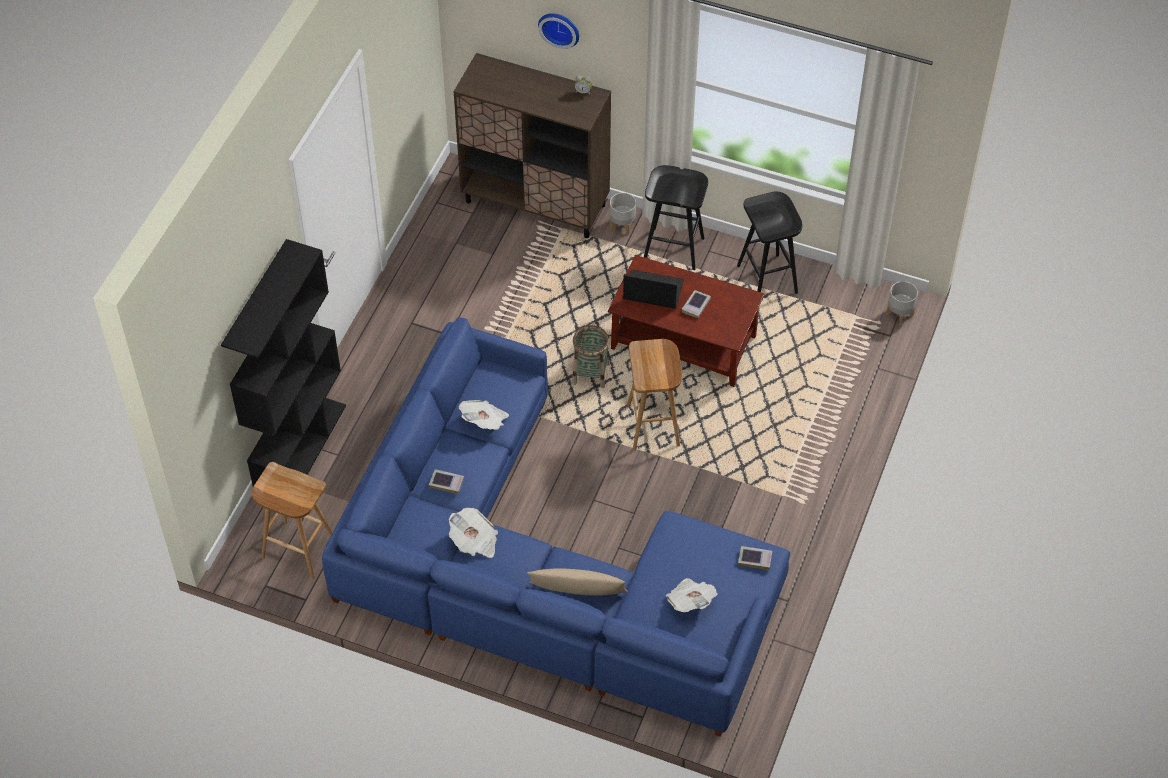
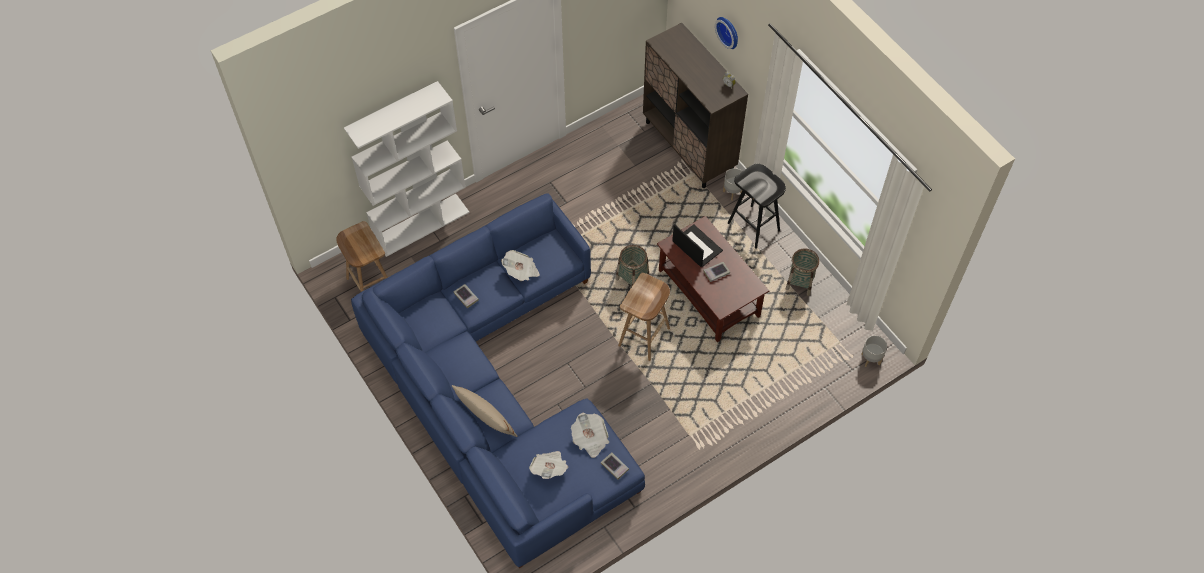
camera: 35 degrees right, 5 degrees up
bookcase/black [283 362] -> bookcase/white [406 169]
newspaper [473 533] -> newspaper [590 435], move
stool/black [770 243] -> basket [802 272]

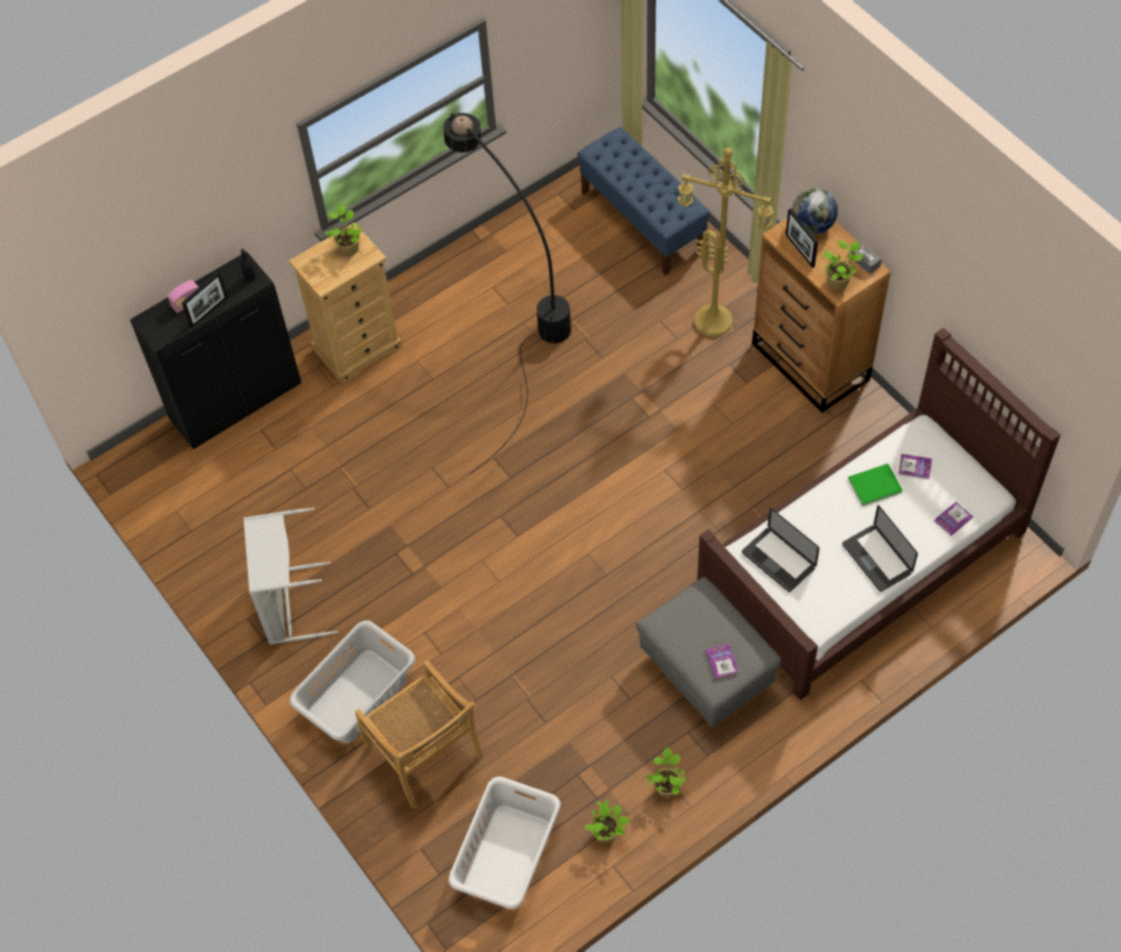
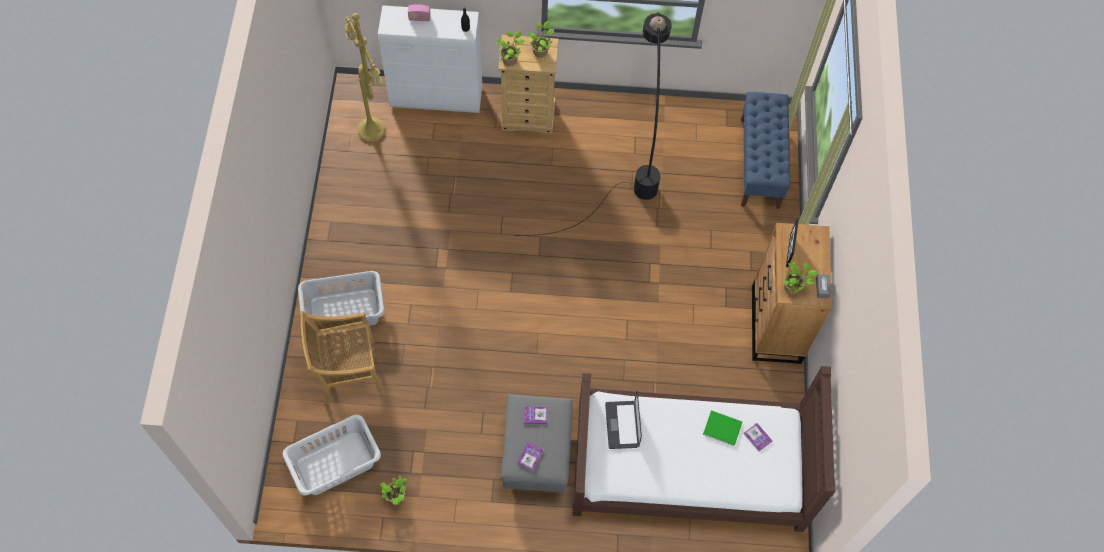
camera: 35 degrees right, 5 degrees up
chair/beige [419 734] -> chair/beige [341 358], 75 degrees clockwise
floor lamp/yellow [726 242] -> floor lamp/yellow [364 77], move
cabinet/black [215 350] -> cabinet/white [430 59]
potted plant [666 772] -> potted plant [510 48], move
book [953 519] -> book [535 415], move
picture frame [205 300] -> none
laundry basket/grey [290 576] -> none
globe [815 211] -> none
laptop [880 548] -> none

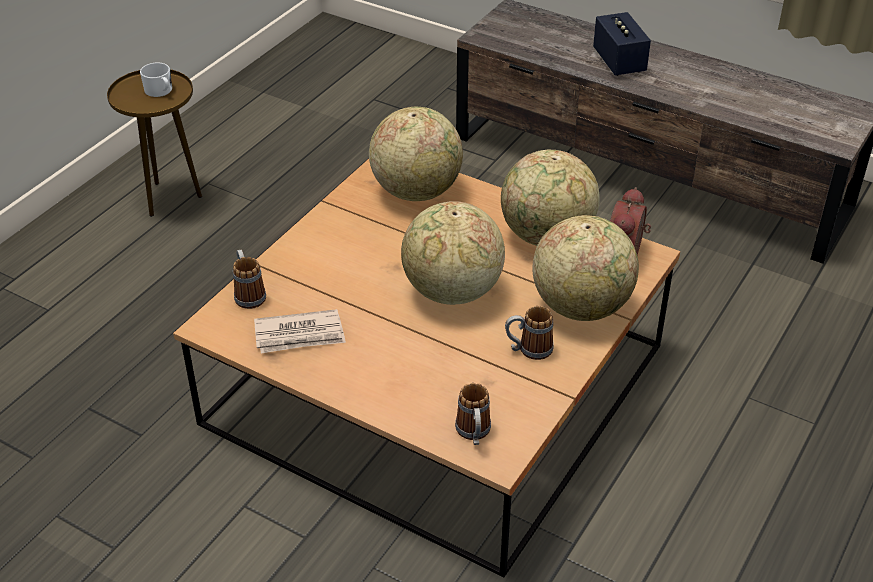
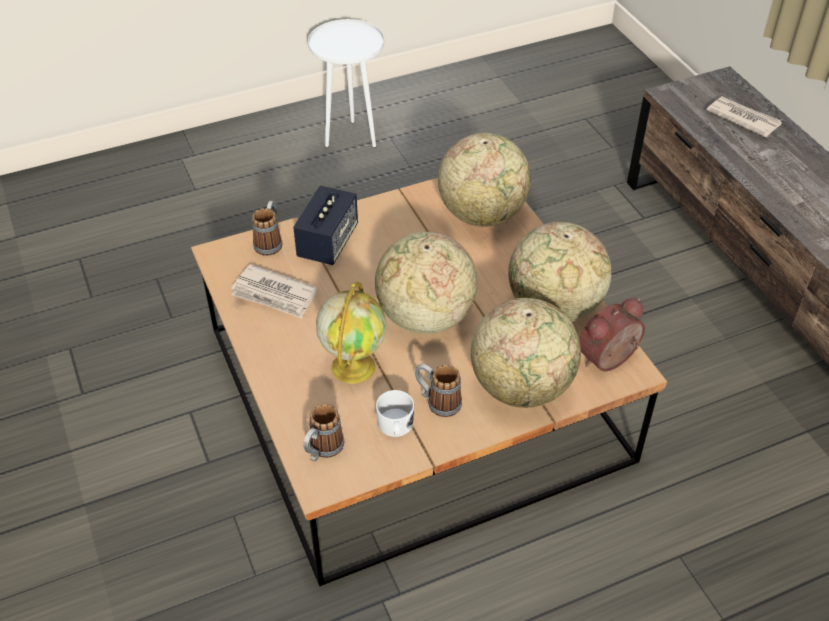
camera: 35 degrees right, 5 degrees up
speaker [622 44] -> speaker [325 225], move
side table/brown [154 143] -> side table/white [346 83]
none -> globe [351 333]
mug/white [156 80] -> mug/white [395 413], move
none -> newspaper [744 116]

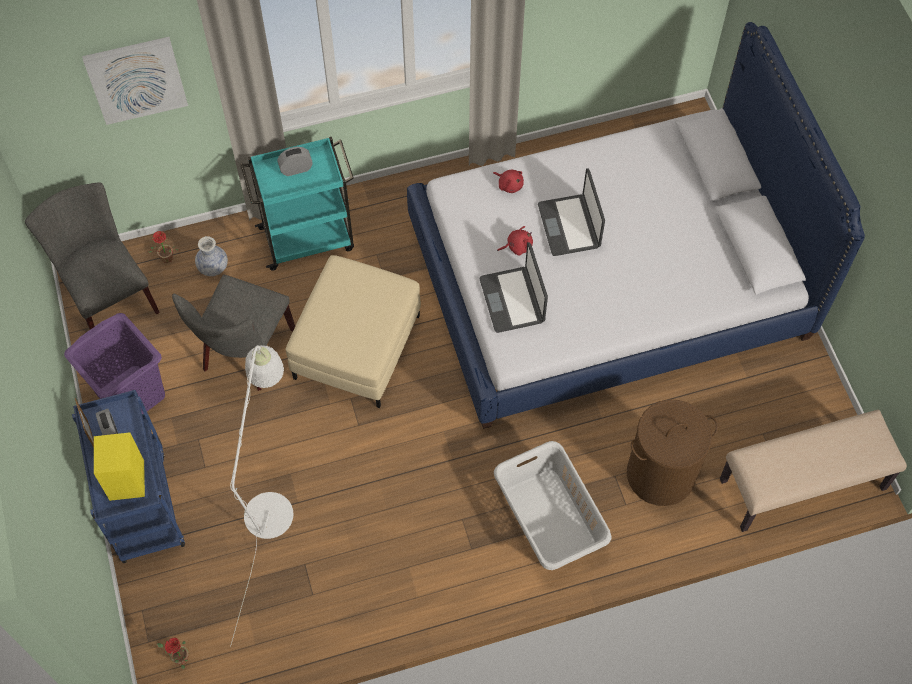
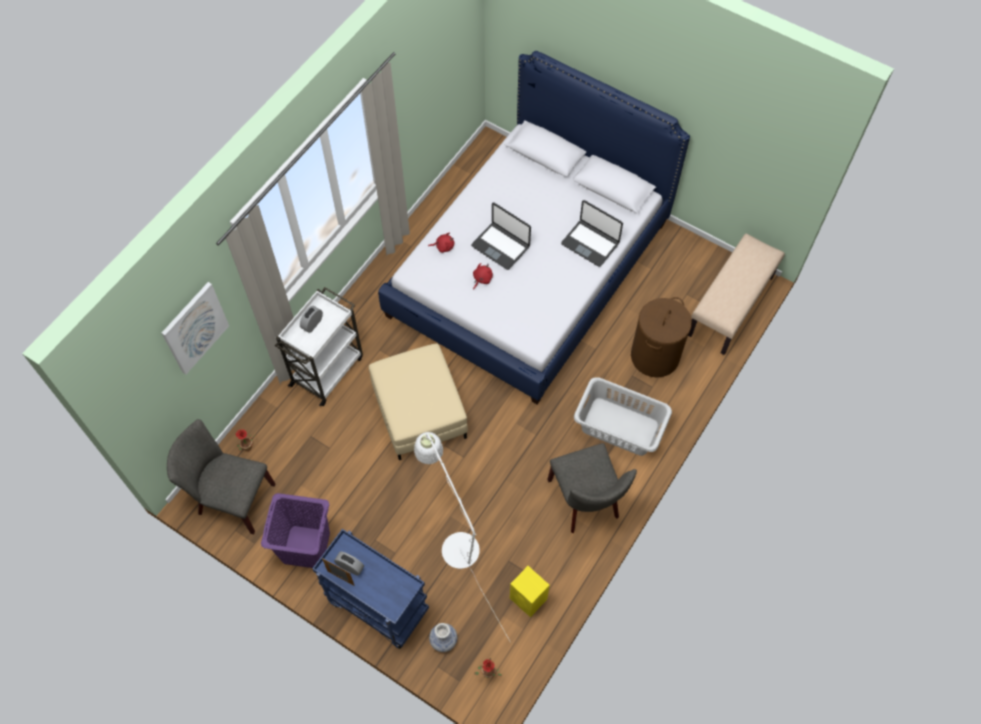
camera: 40 degrees left, 0 degrees up
cart/turquoise [297 204] -> cart/white [319 346]
vase [211 256] -> vase [443 637], move
speaker/yellow [119 466] -> speaker/yellow [530 591], move
chair/grey [233 333] -> chair/grey [592 488], move
laptop [514 287] -> laptop [592 233], move

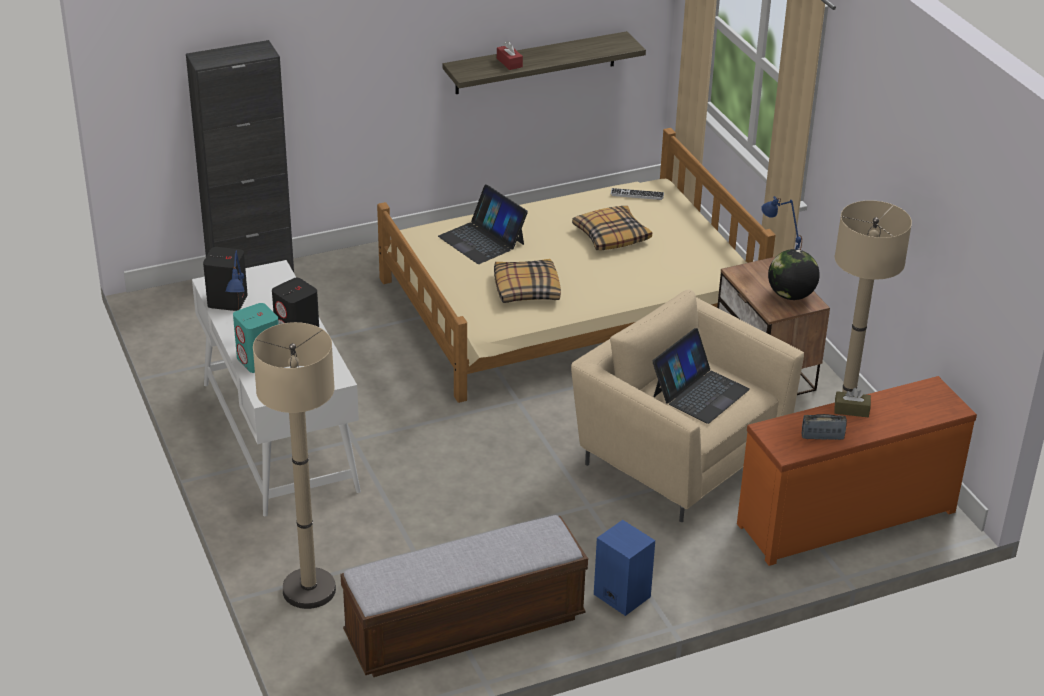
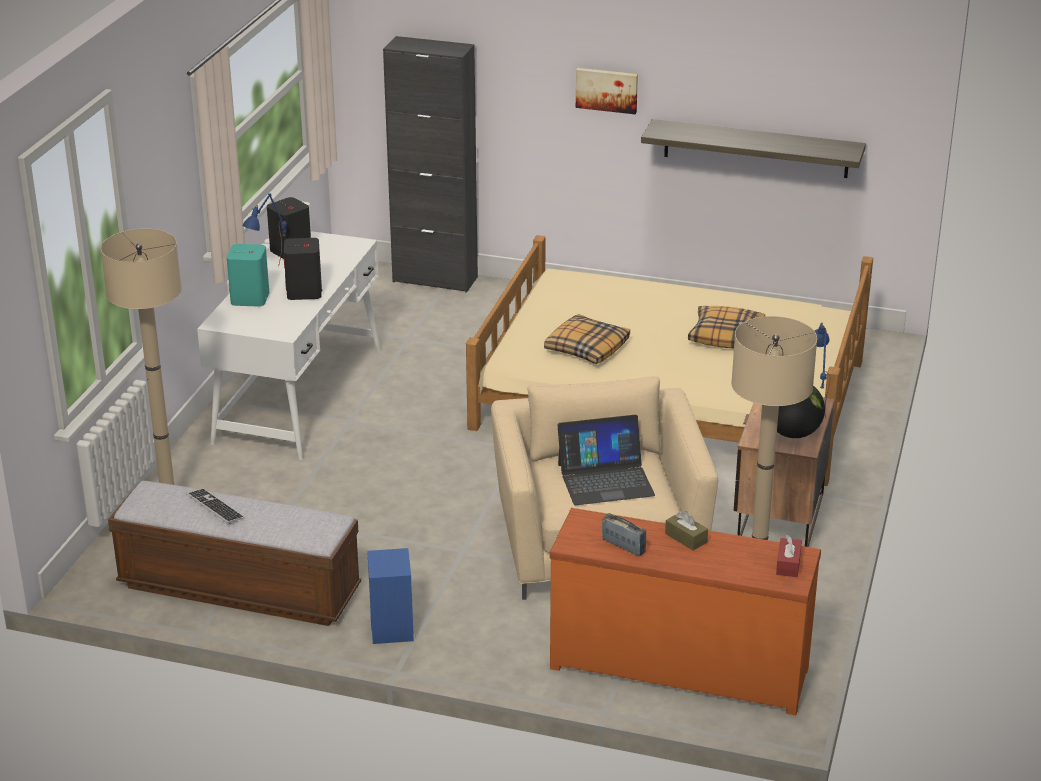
camera: 40 degrees right, 5 degrees down
keyboard [637 194] -> keyboard [215 506], move
none -> picture [607 91]
tissue box/red [510 55] -> tissue box/red [789 556], move
laptop [483 224] -> none

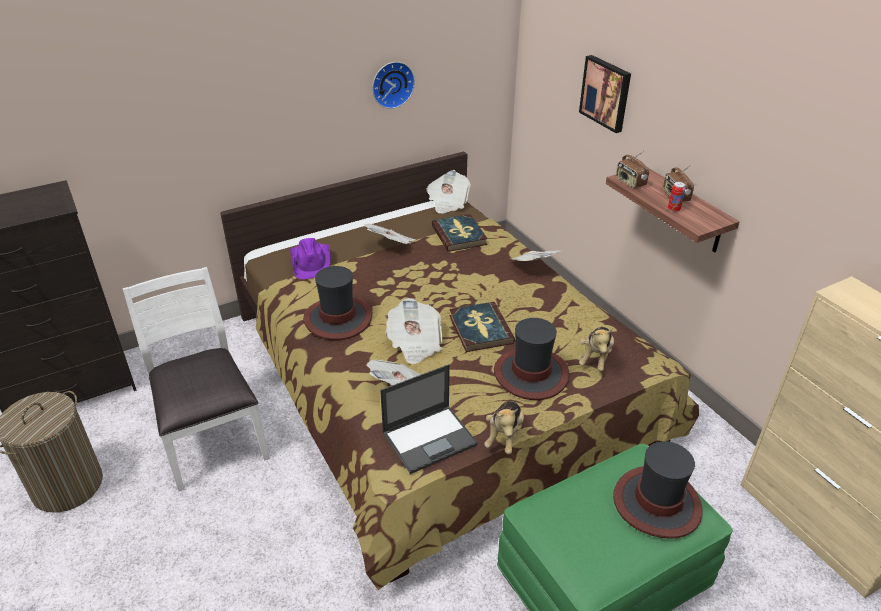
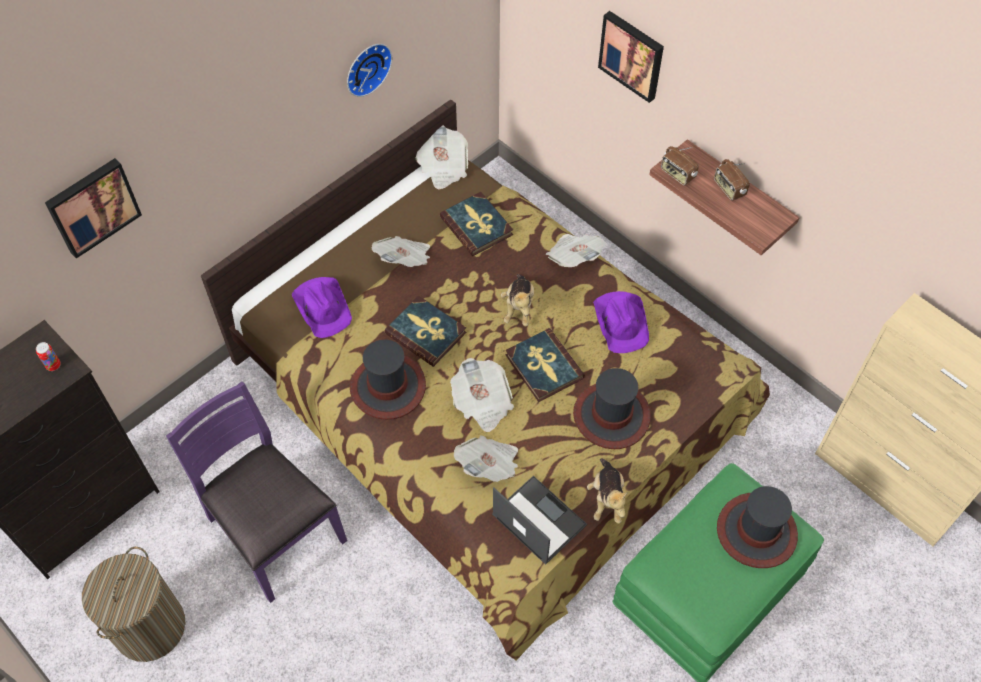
camera: 15 degrees left, 20 degrees up
can [677 197] -> can [48 356], move
none -> picture [93 208]
chair/white [196 379] -> chair/purple [256 492]
none -> book [425 331]
laptop [429 419] -> laptop [539 520], 90 degrees counterclockwise
plush toy [596 349] -> plush toy [517 300], move
none -> hat/purple [621 322]

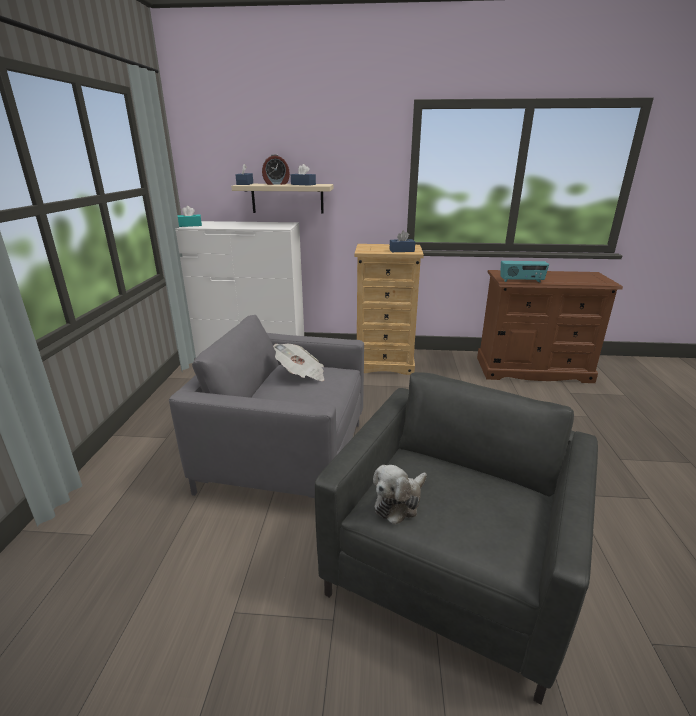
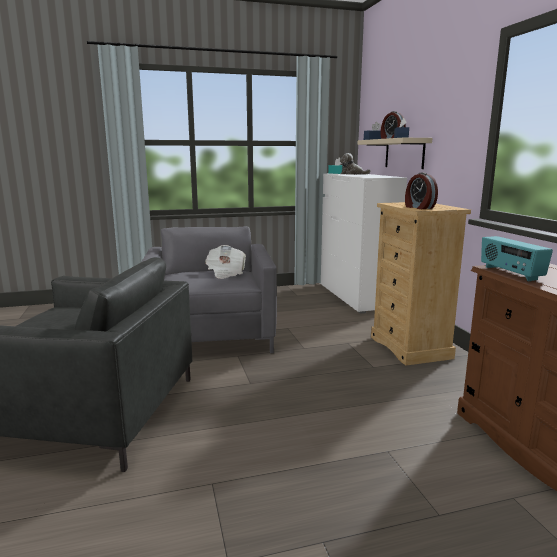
camera: 70 degrees right, 10 degrees down
plush toy [400 495] -> plush toy [355 164], move
tissue box/blue [402 241] -> alarm clock [421 190]

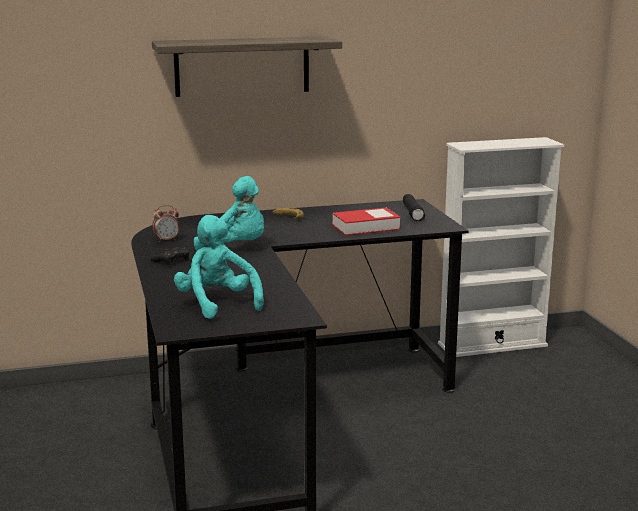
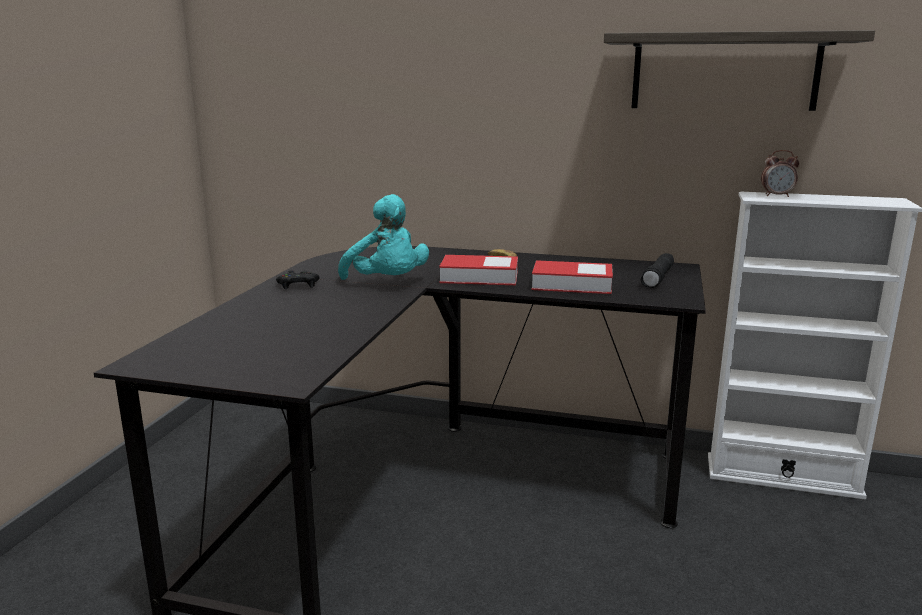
camera: 30 degrees right, 0 degrees up
none -> book [478 270]
shelf [247 66] -> shelf [739 70], move
alarm clock [166 223] -> alarm clock [780 173], move
plush toy/turquoise [219 267] -> none

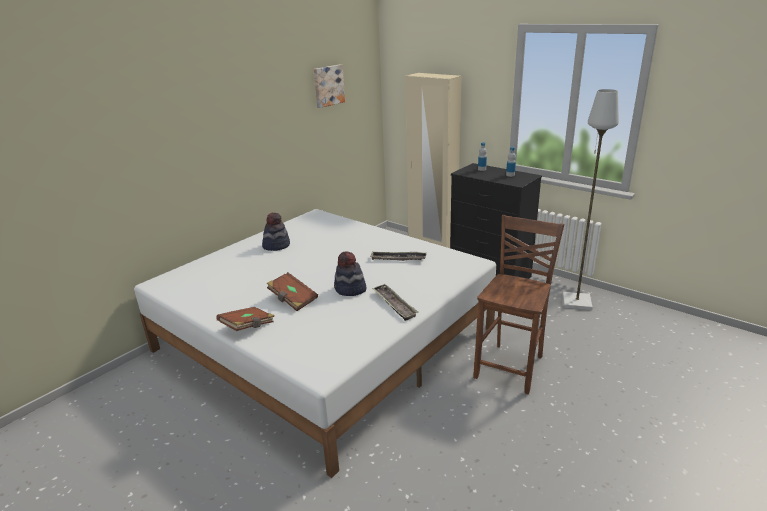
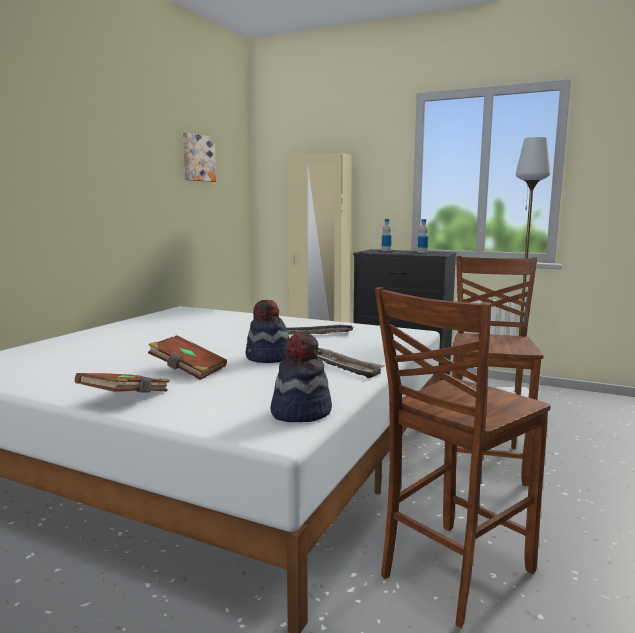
camera: 15 degrees left, 15 degrees down
hat [276 232] -> hat [301 377], move
none -> chair/brown [463 457]

